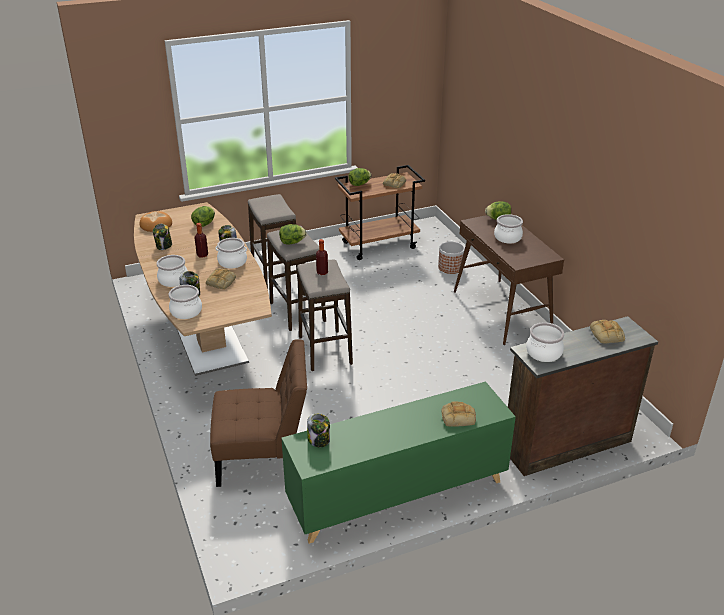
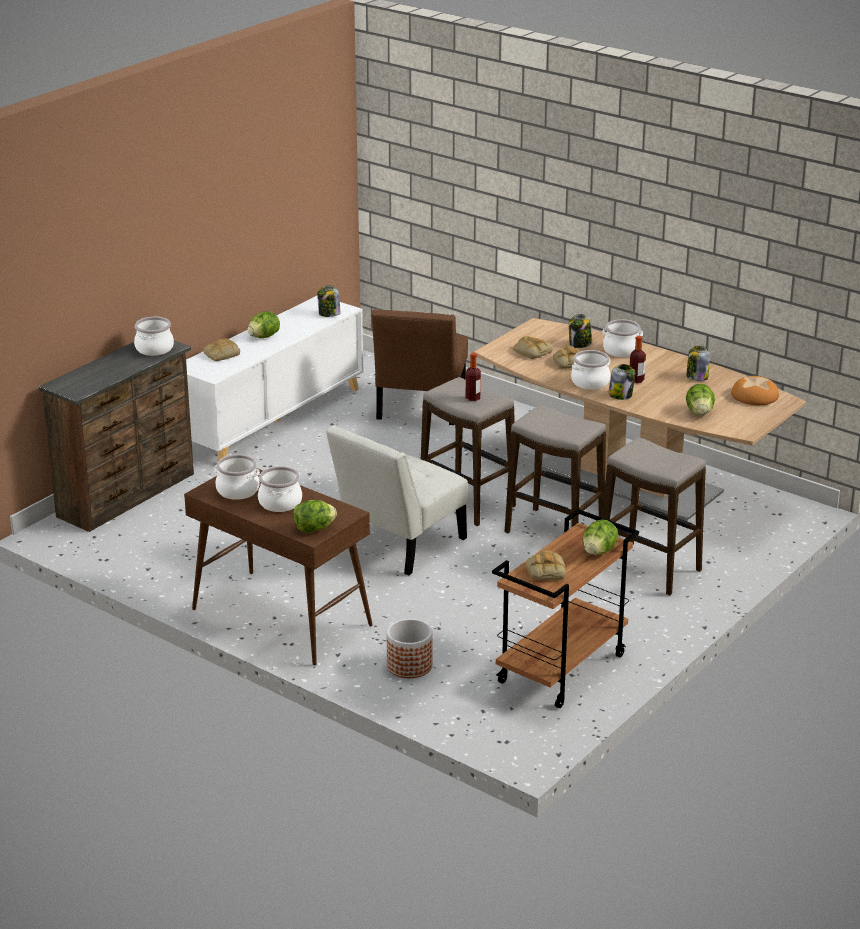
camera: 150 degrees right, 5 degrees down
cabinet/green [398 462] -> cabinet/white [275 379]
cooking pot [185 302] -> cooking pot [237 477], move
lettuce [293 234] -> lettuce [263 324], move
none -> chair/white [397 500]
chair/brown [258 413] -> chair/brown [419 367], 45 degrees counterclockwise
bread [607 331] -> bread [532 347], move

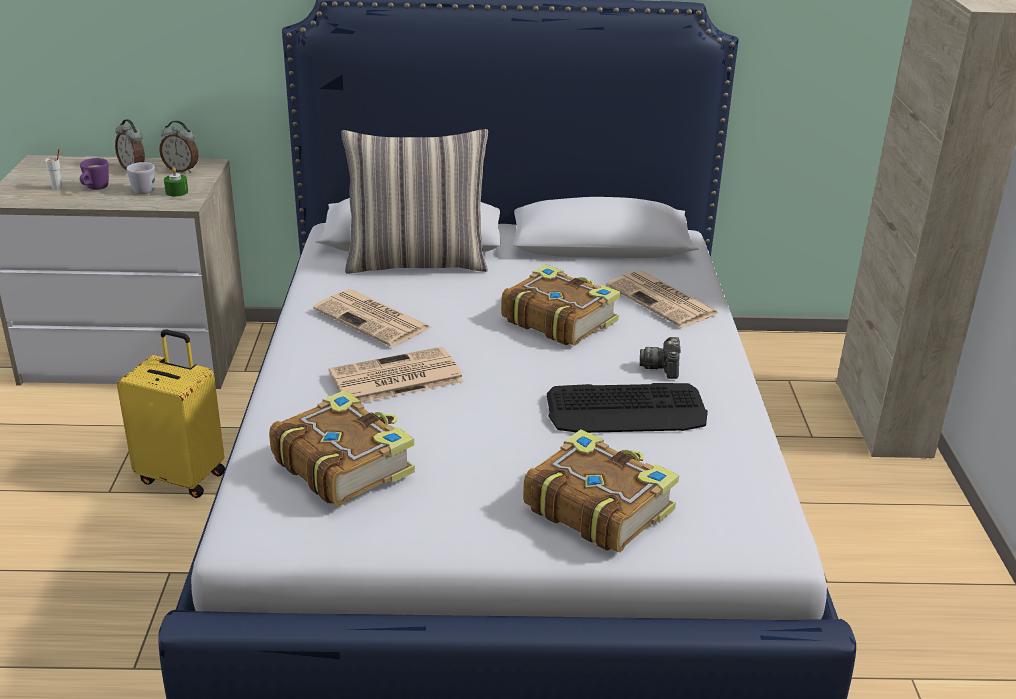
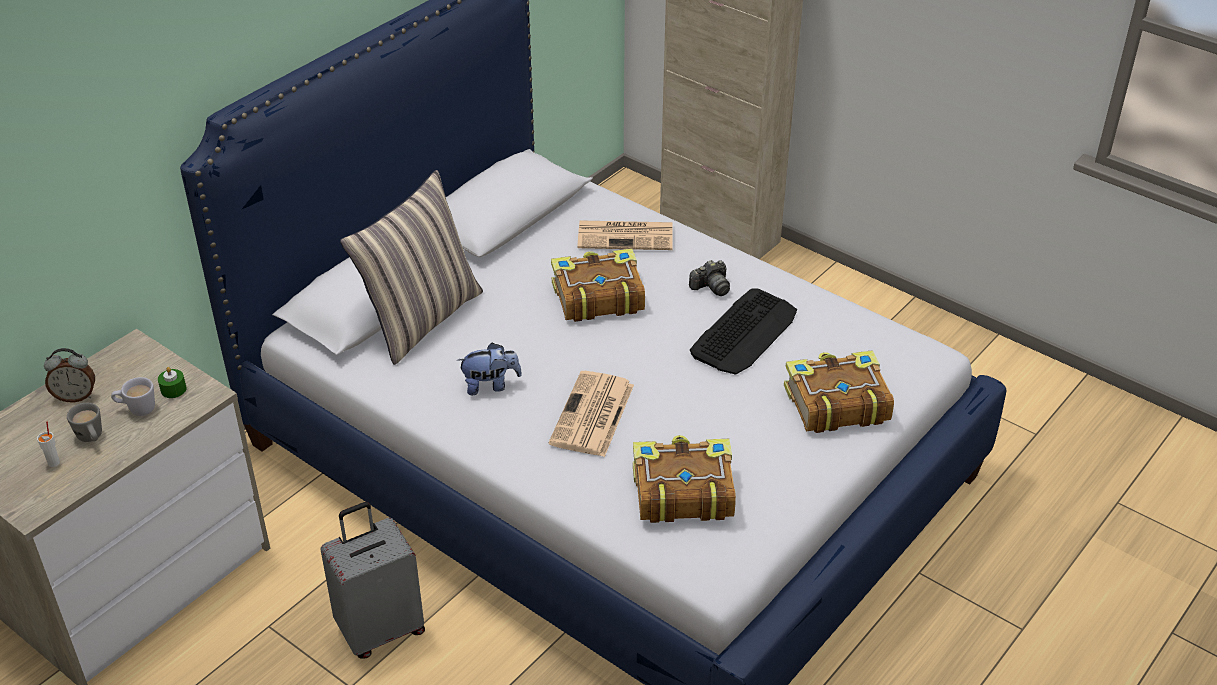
camera: 50 degrees left, 10 degrees up
mug/purple [94 174] -> mug/grey [84 422]
suitcase/yellow [171 413] -> suitcase/grey [372 580]
newspaper [372 318] -> plush toy [490 368]
photo camera [660 358] -> photo camera [709 278], 75 degrees counterclockwise
alarm clock [179 147] -> none

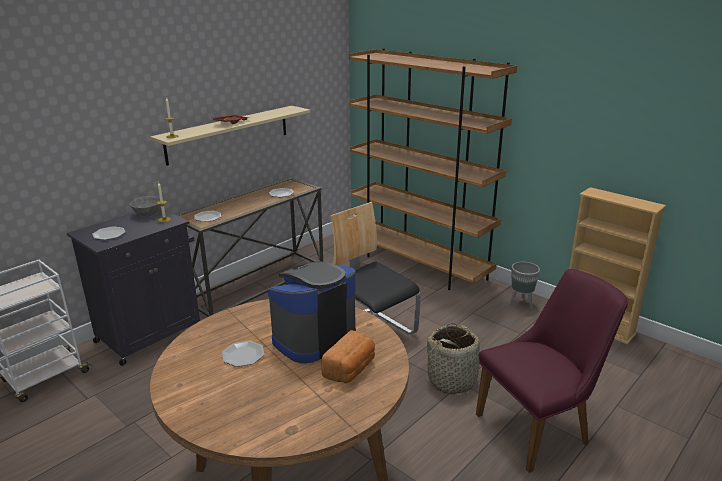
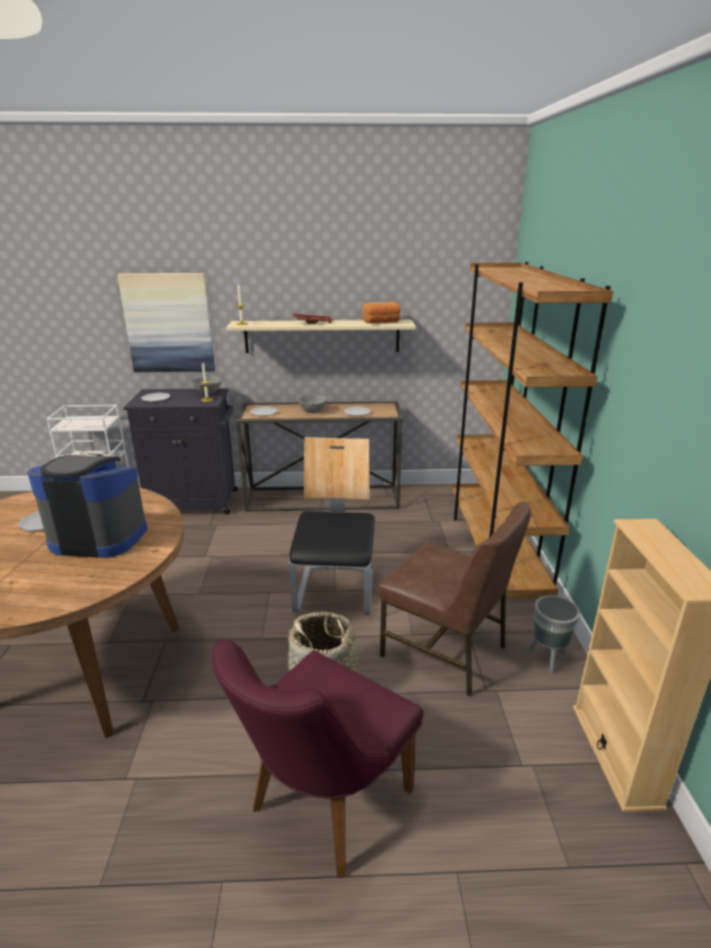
camera: 45 degrees right, 0 degrees up
none -> picture [166 322]
chair/purple [552 371] -> chair/purple [317 758], 105 degrees clockwise
none -> bowl/grey [312 404]
bread [348 356] -> bread [381 313], move
none -> chair/brown [454 599]

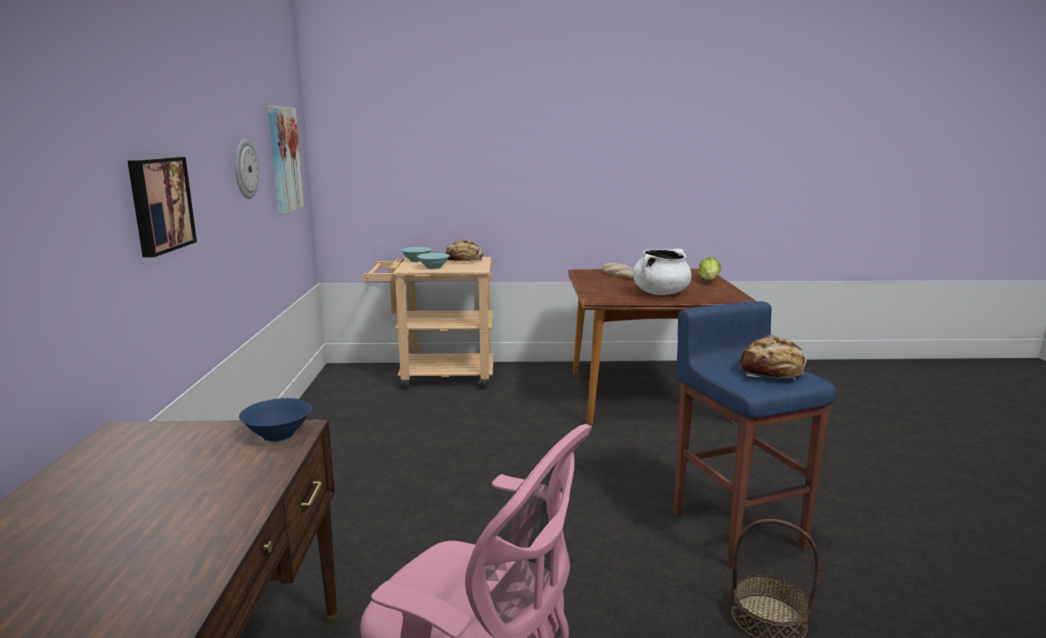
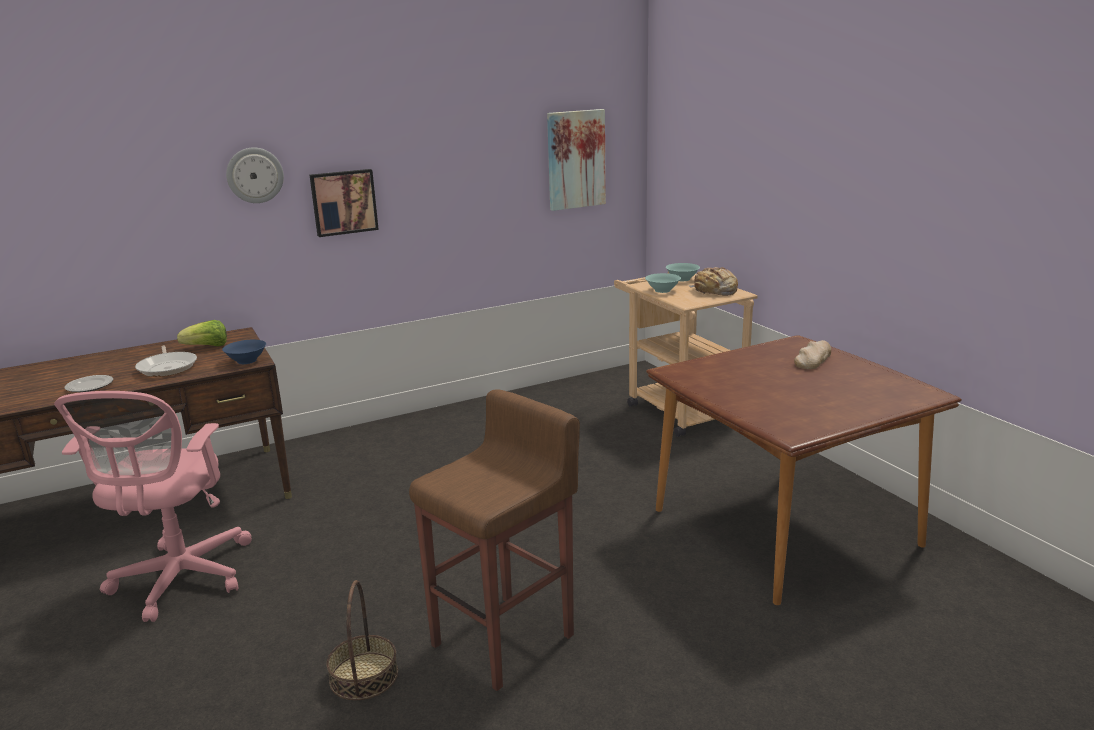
camera: 65 degrees right, 5 degrees up
none -> plate [89 383]
none -> frying pan [166 361]
lettuce [709 268] -> lettuce [202 333], move
wall clock [247 169] -> wall clock [255 175], move
stool/blue [754 435] -> stool/brown [494 540]
cooking pot/white [662 271] -> none
bread [773 357] -> none

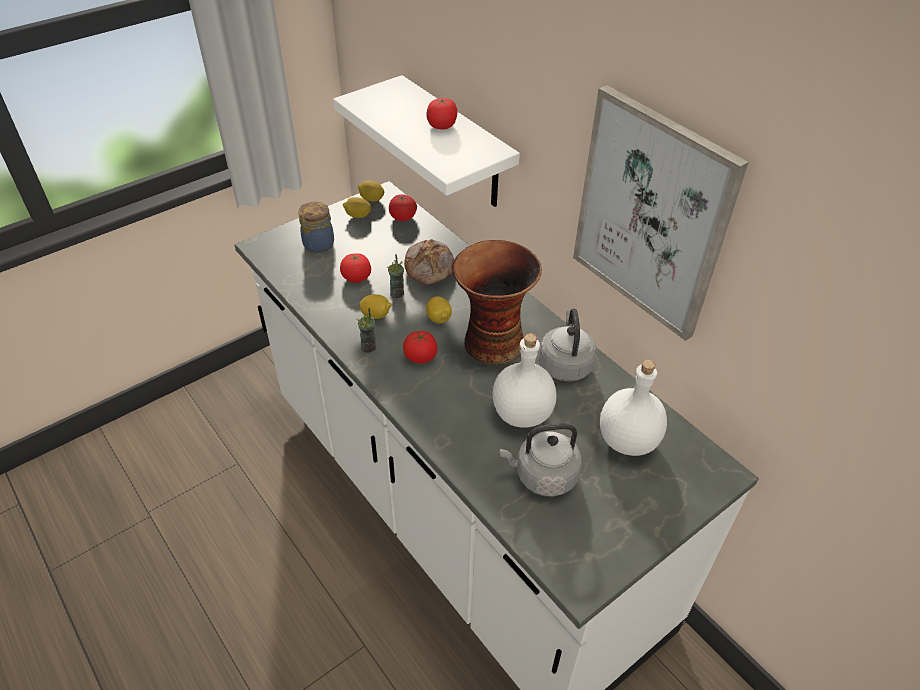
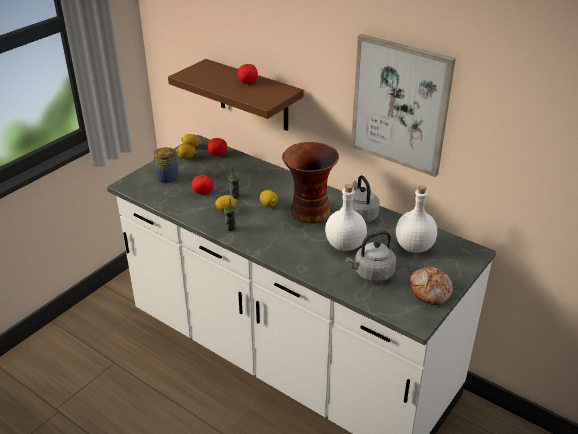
camera: 15 degrees left, 10 degrees down
shelf/white [426 141] -> shelf/brown [236 95]
bread [429 261] -> bread [431 285], move
tomato [420 347] -> none

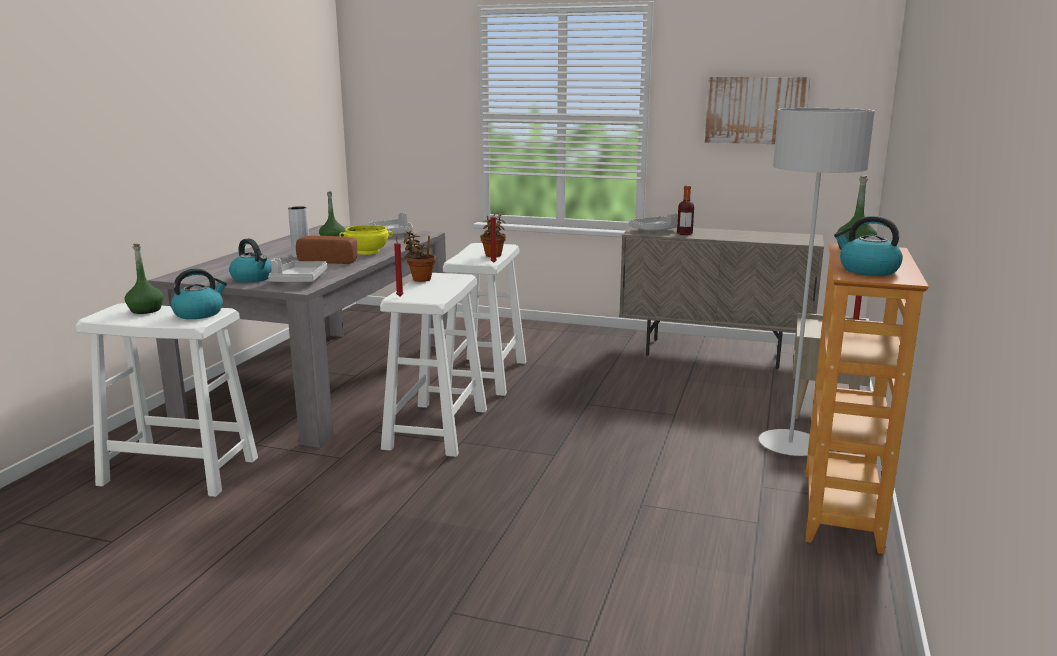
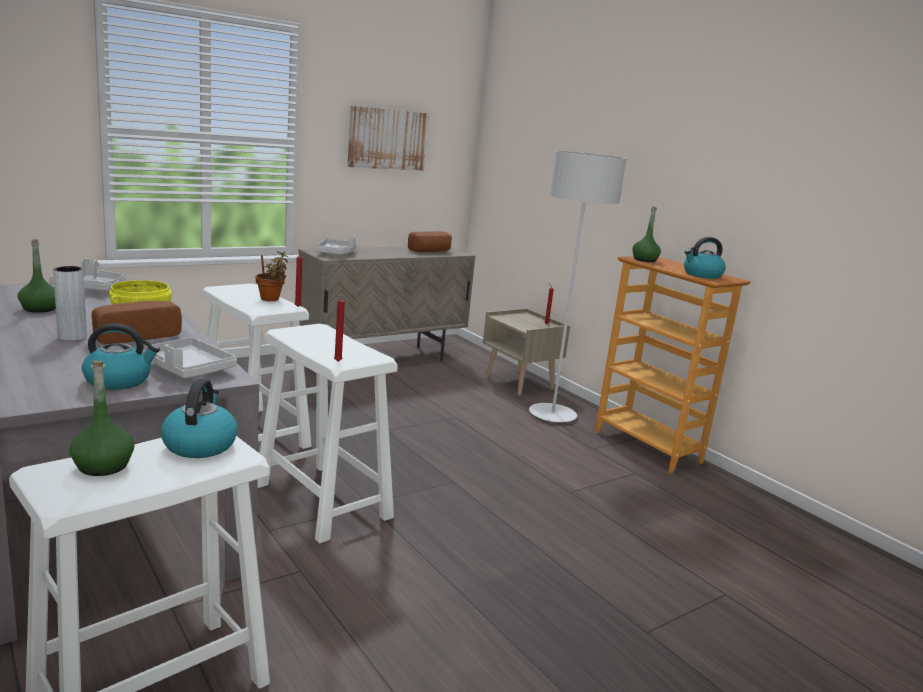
camera: 55 degrees left, 0 degrees up
none -> bread [430 241]
potted plant [419 256] -> none
bottle [685 210] -> none

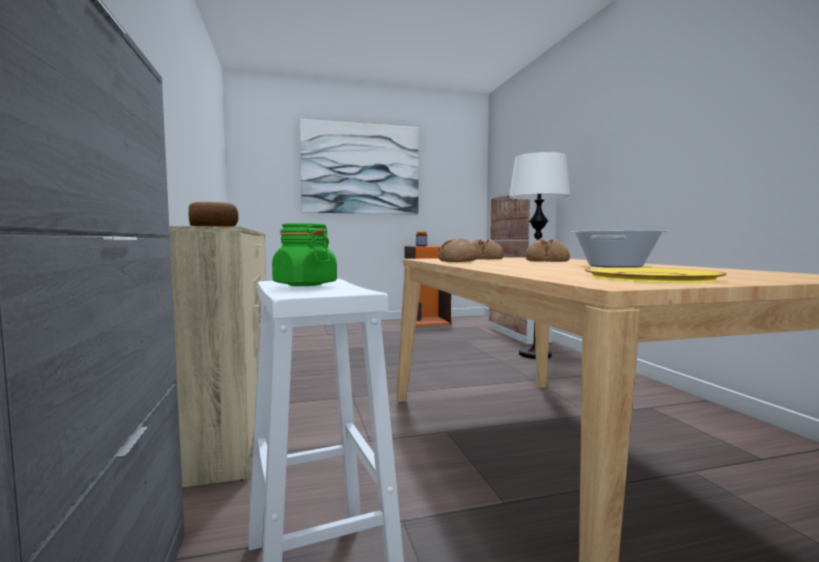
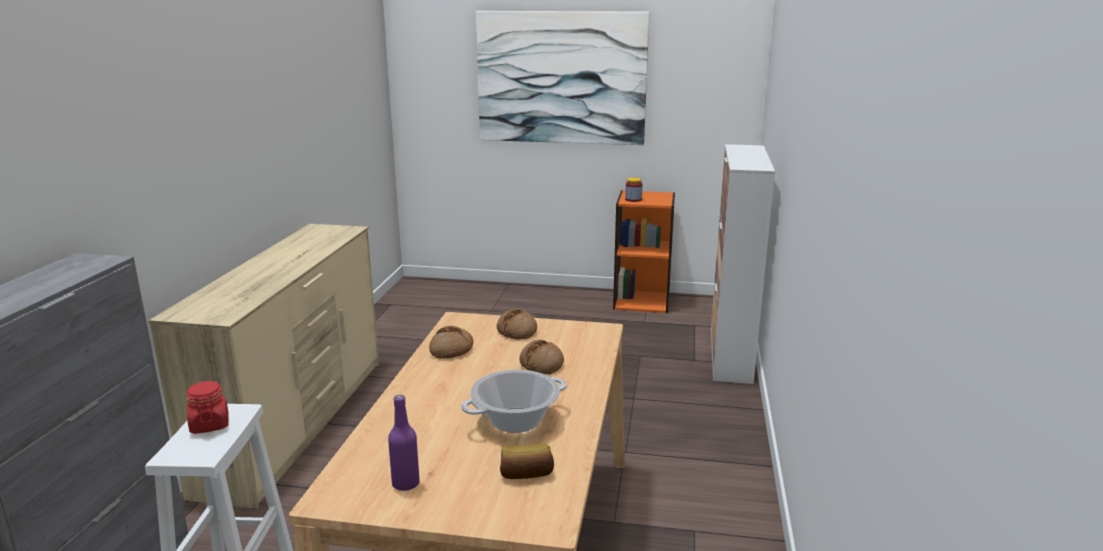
camera: 25 degrees right, 15 degrees up
jar/green [304 254] -> jar/red [207 407]
plate/yellow [656 275] -> bottle/purple [404 443]
bread [213 214] -> bread [527 461], move
floor lamp/white [540 255] -> none

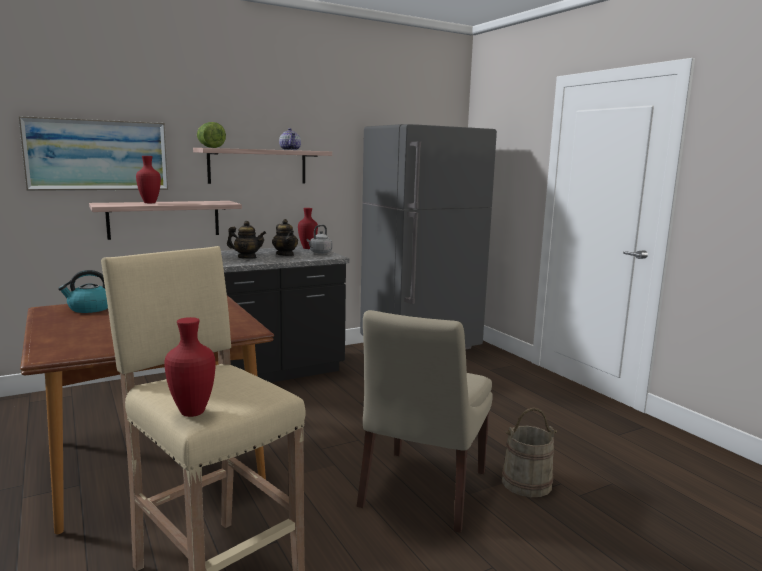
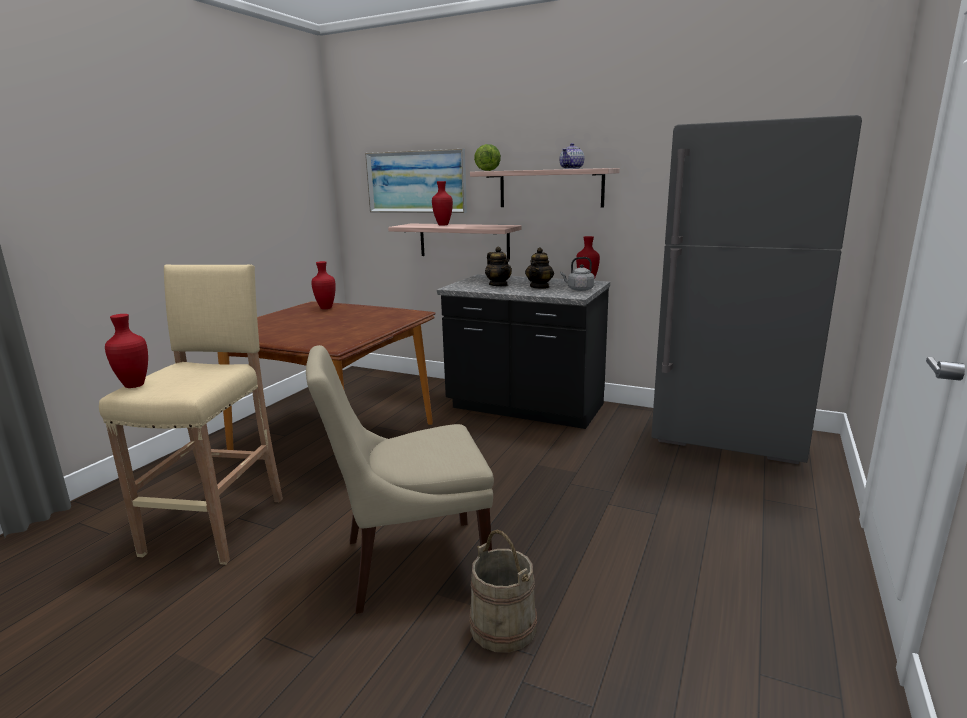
camera: 55 degrees right, 5 degrees up
kettle [83 291] -> vase/red [323 285]

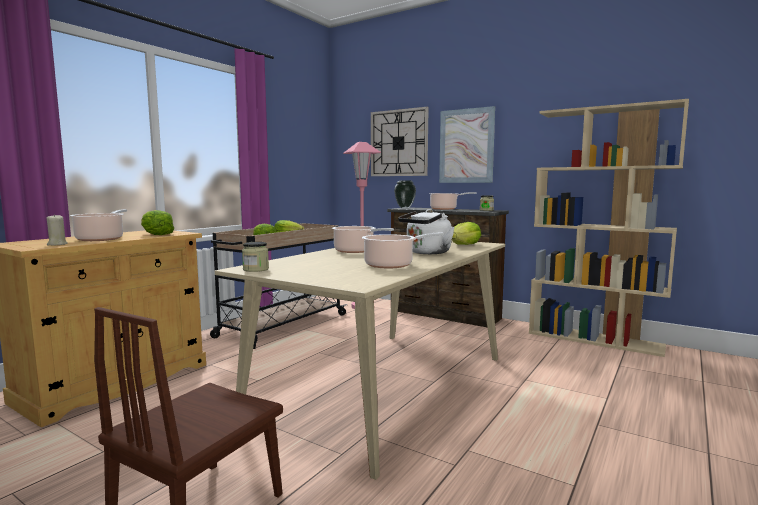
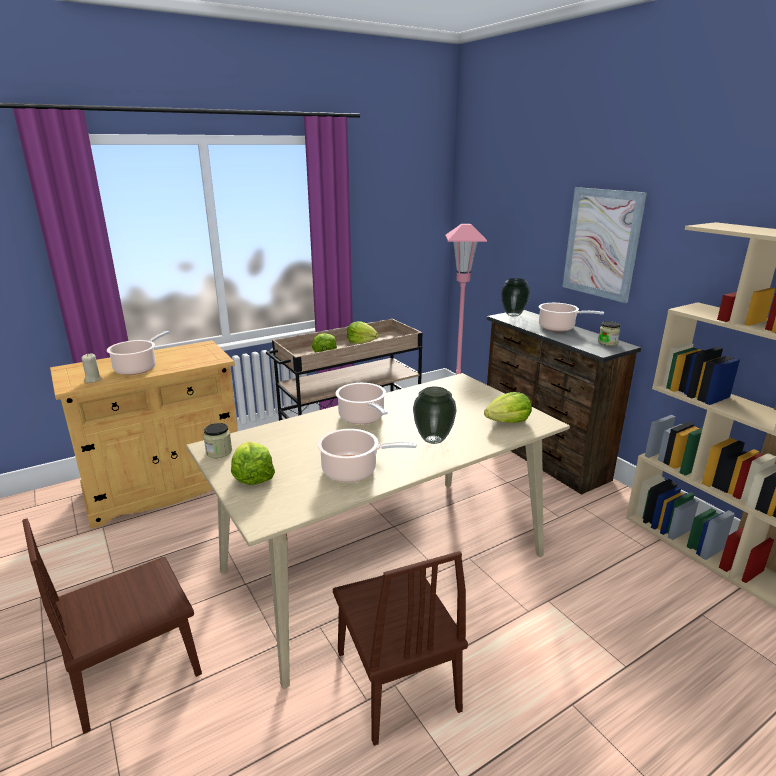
camera: 25 degrees right, 15 degrees up
lettuce [157 222] -> lettuce [253 463], move
none -> chair/brown [400 648]
kettle/white [426 231] -> vase [435 415]
wall clock [400 141] -> none

